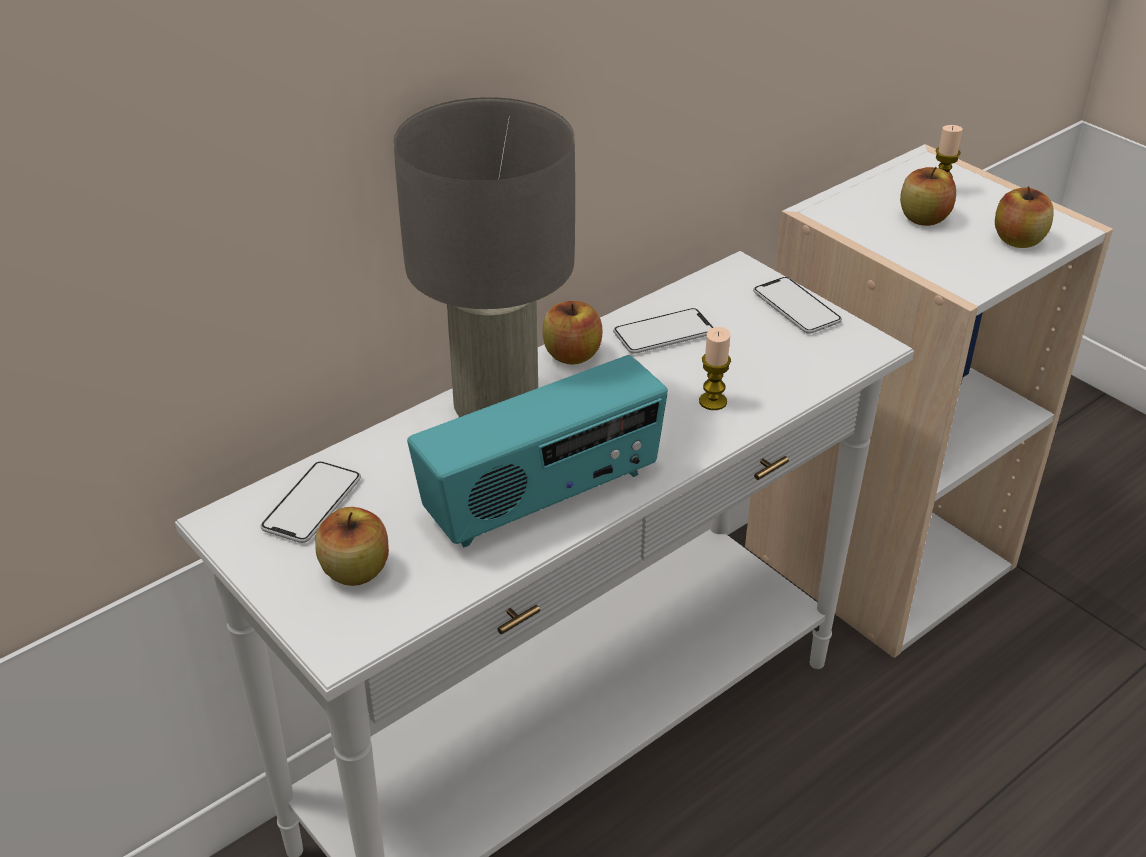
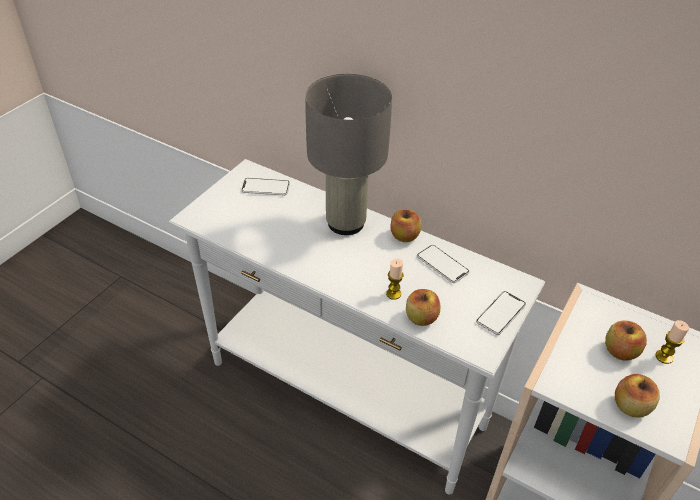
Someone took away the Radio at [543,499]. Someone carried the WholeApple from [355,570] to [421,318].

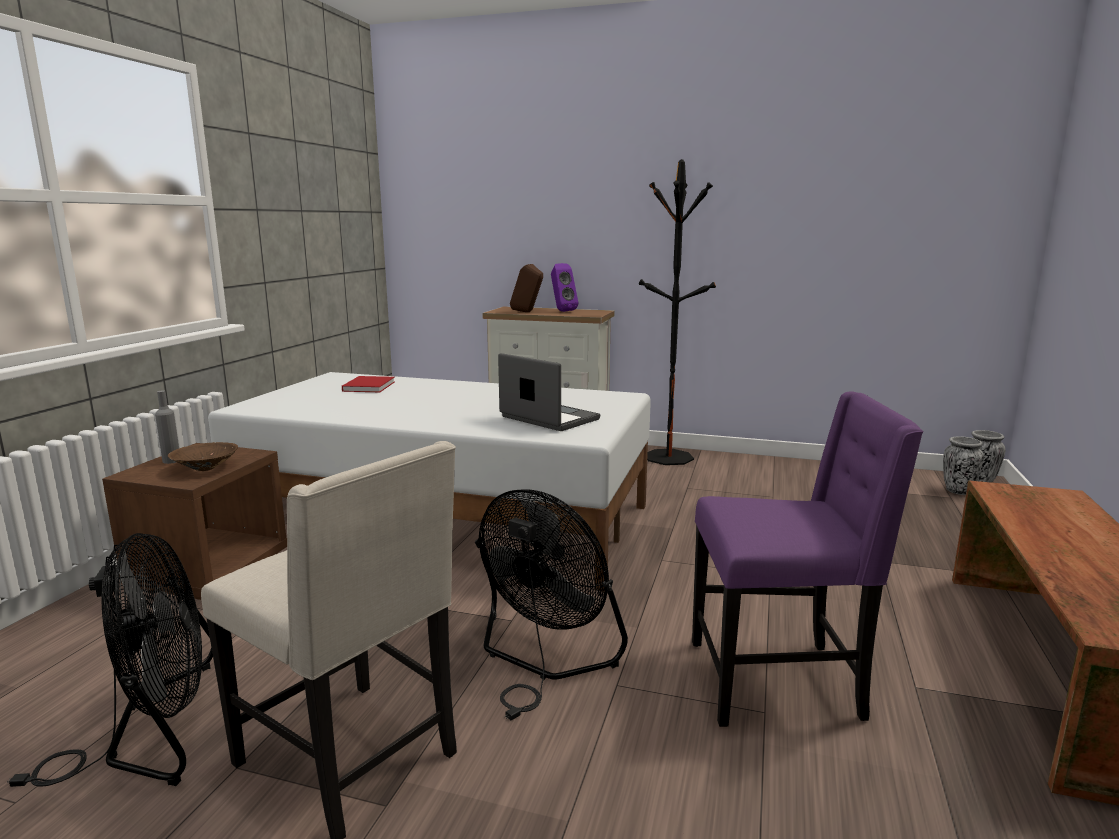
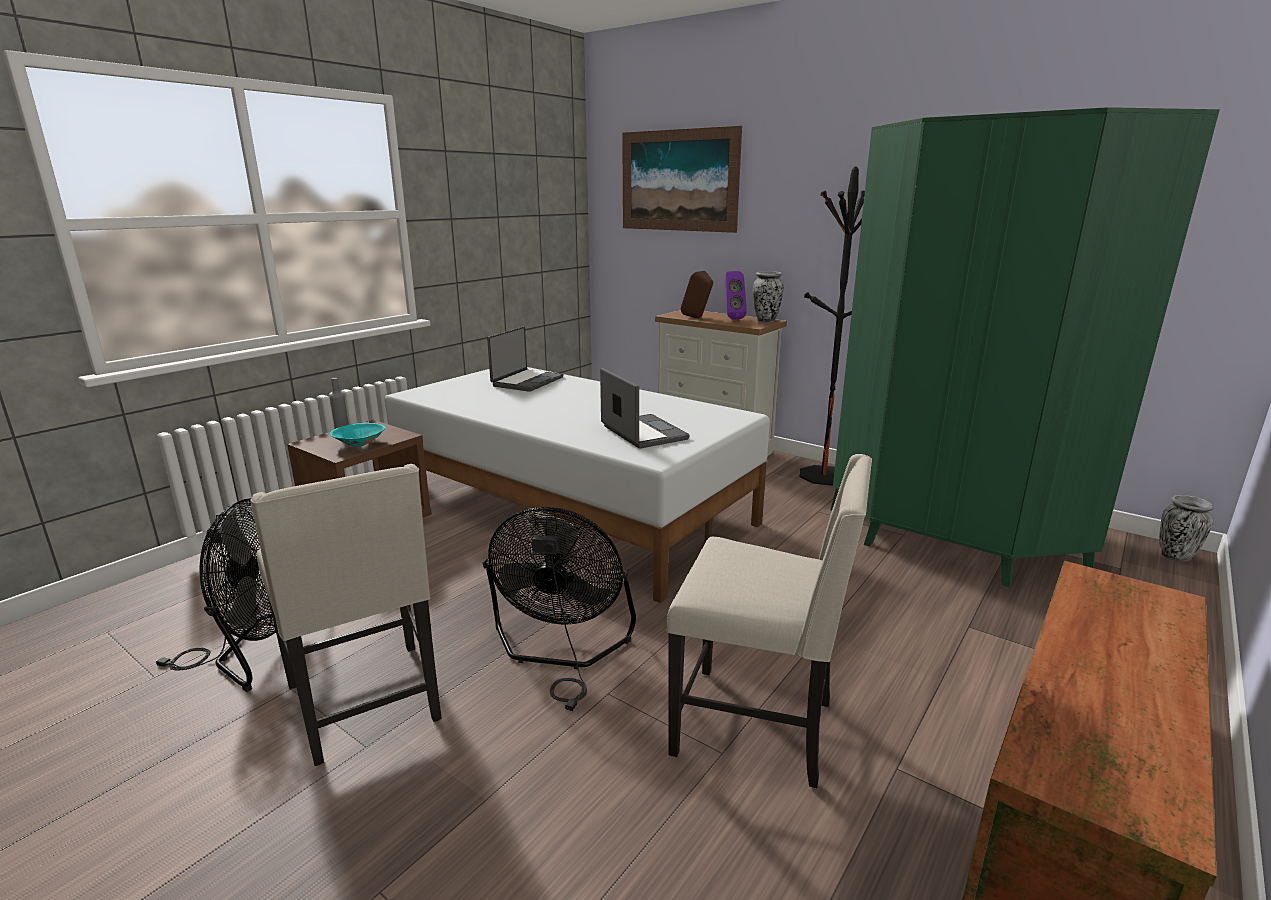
Someone put up the WallPicture at [678,181]. Someone put down the GreenWardrobe at [952,536]. Someone carried the FlowerVase from [958,491] to [766,321]. Someone swapped the ReddishVolume at [369,386] for the Laptop at [526,381]. Someone repainted the BrownColouredServingBowl at [206,468], which became the TurquoiseColouredServingBowl at [360,444]. Someone repainted the PurpleColouredUprightChair at [778,681], which became the SandColouredUprightChair at [758,727]. Someone rotated the BlackColouredFan at [536,657] by 45 degrees counterclockwise.

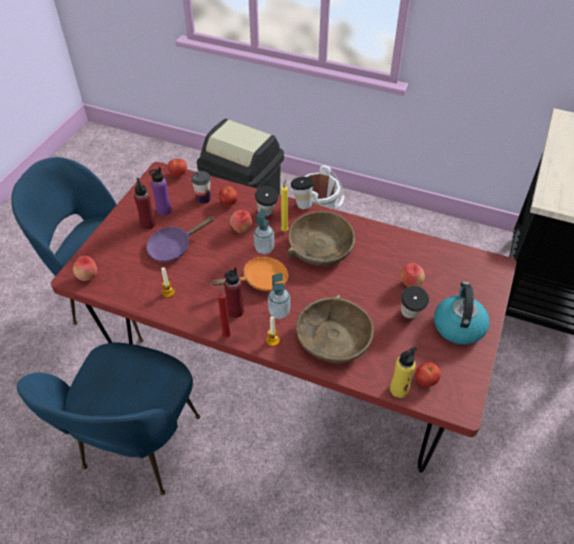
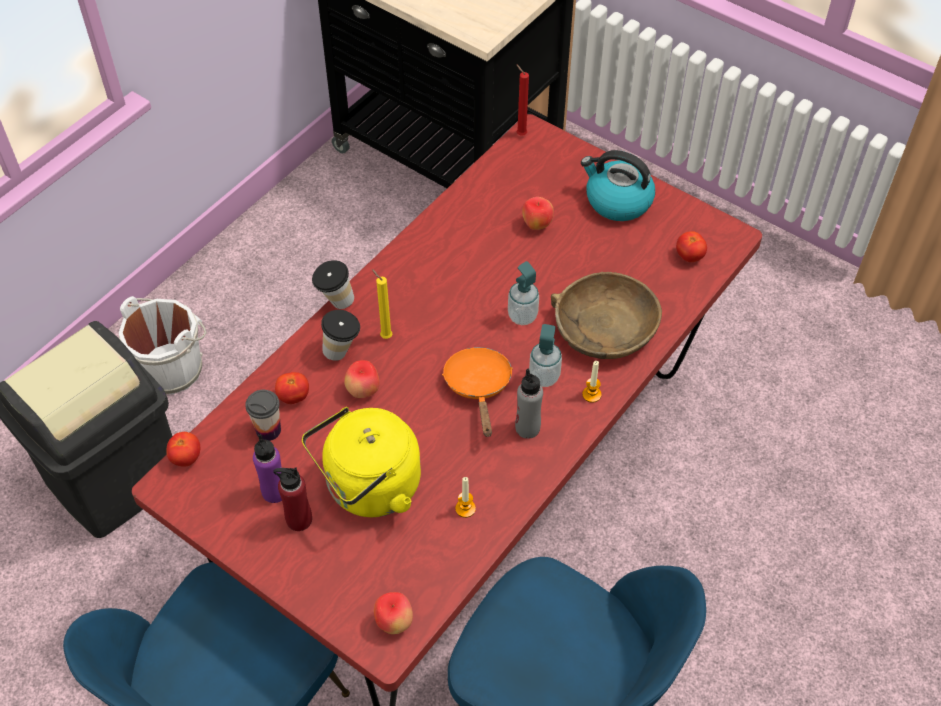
Someone took away the BrownColouredServingBowl at [320,248]. Someone took away the YellowishDrinkBottle at [399,390]. Someone took away the SmallCup at [410,316]. Someone carried the ReddishWaxCandle from [227,335] to [520,134]. Someone carried the SoapDispenser from [264,248] to [522,316]. Someone swapped the PurpleColouredSkillet at [174,247] for the YellowishWaterKettle at [369,488]. Someone repainted the ReddishDrinkBottle at [235,311], which became the GreyDrinkBottle at [527,428].

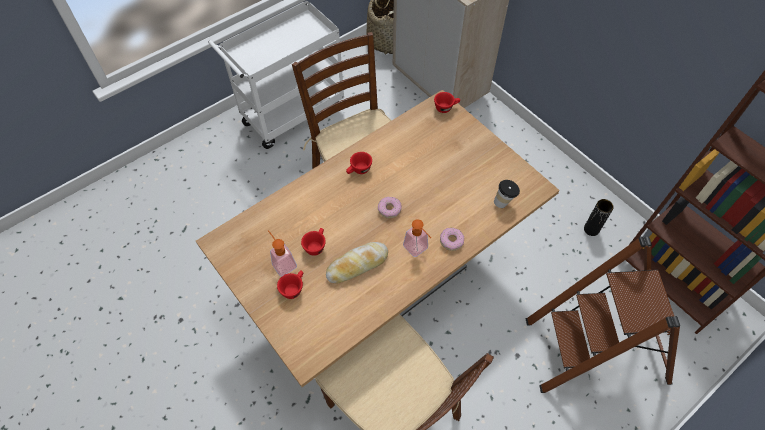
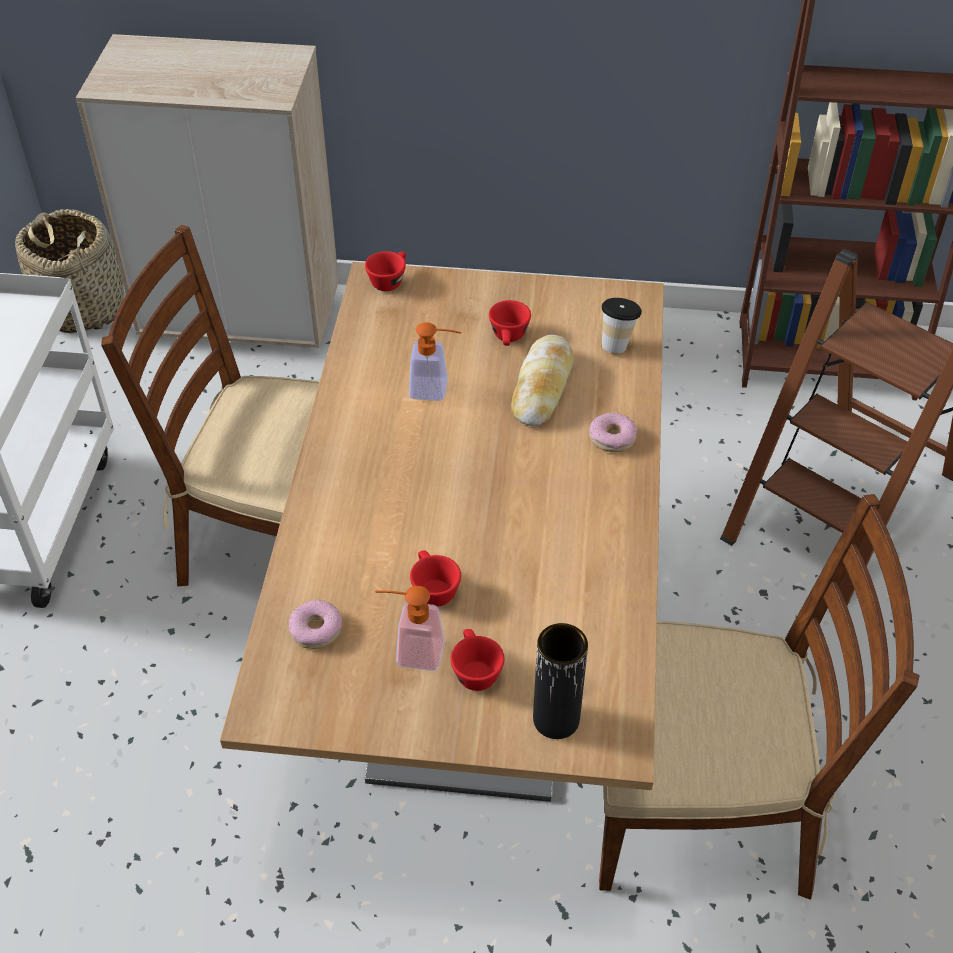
Someone carried the Bread from [357,265] to [542,387]. Someone carried the ReddishSmallCup from [359,170] to [509,338]. Someone carried the Donut from [389,209] to [316,629]. Someone carried the SoapDispenser from [418,250] to [436,390]. Someone carried the BlackColouredFlowerVase from [591,229] to [556,719].

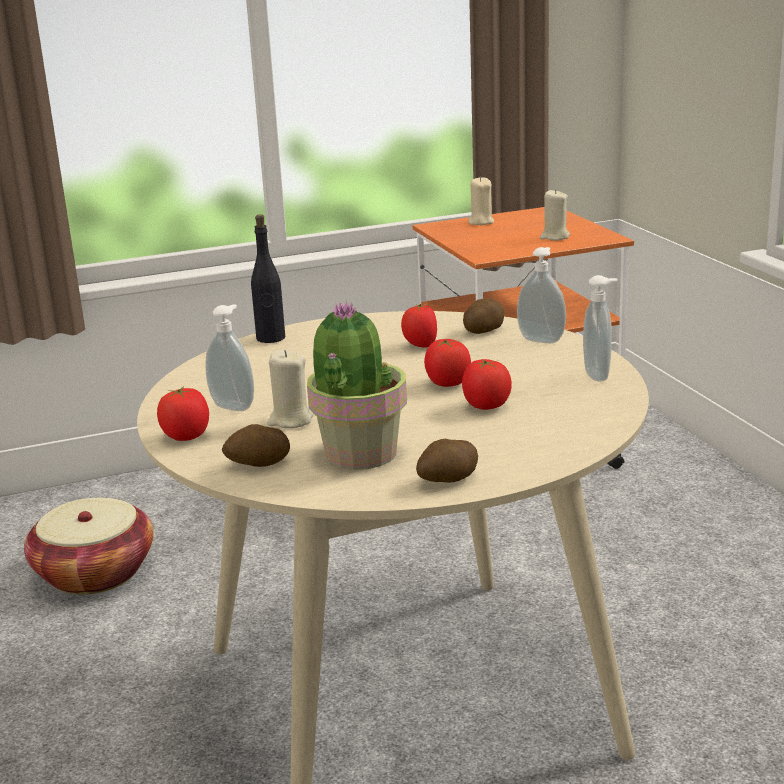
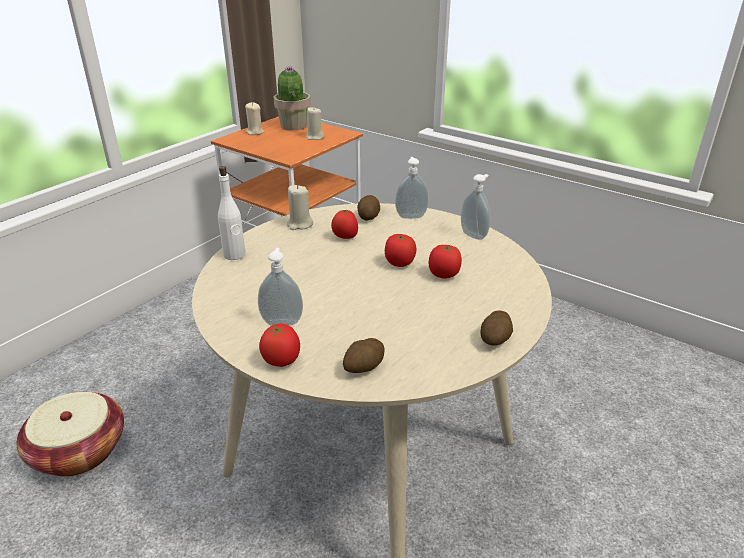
Someone carried the SandColouredWaxCandle from [290,420] to [299,224]. Someone carried the PlantInAPot from [359,454] to [293,126]. Someone repainted the BlackColouredDrinkBottle at [270,338], which became the WhiteDrinkBottle at [234,255].

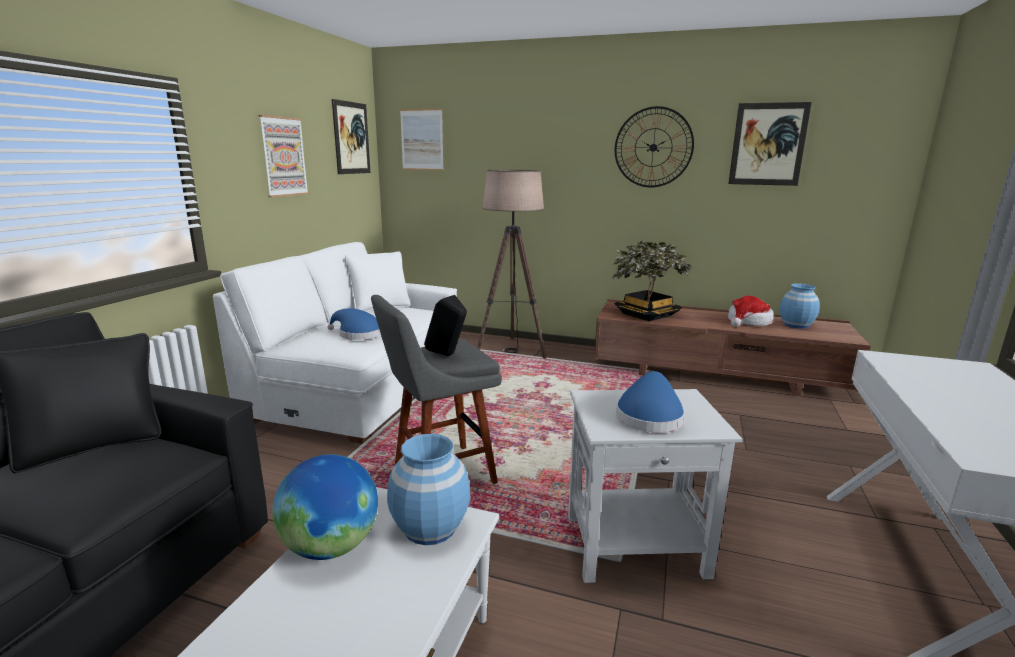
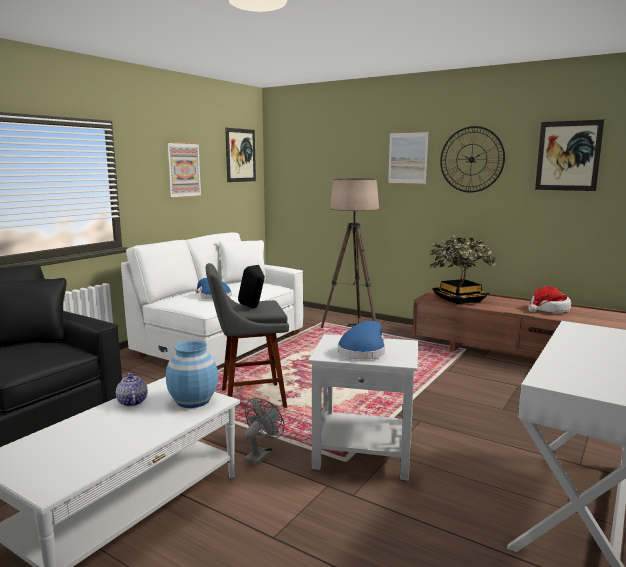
Someone took away the BluishFlowerVase at [796,325]. Someone put down the GreyFan at [261,455]. Someone carried the WallPicture from [422,140] to [407,158]. Someone swapped the WorldGlobe at [330,547] for the Teapot at [132,402].

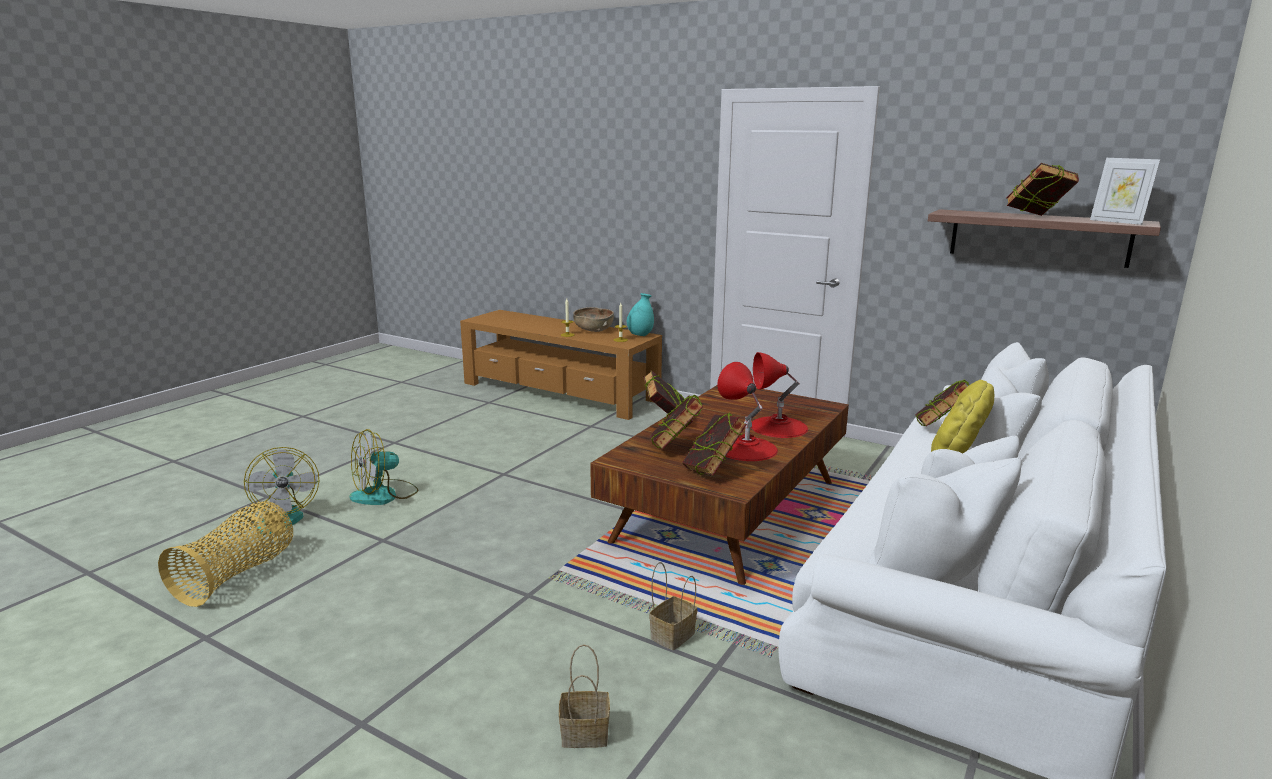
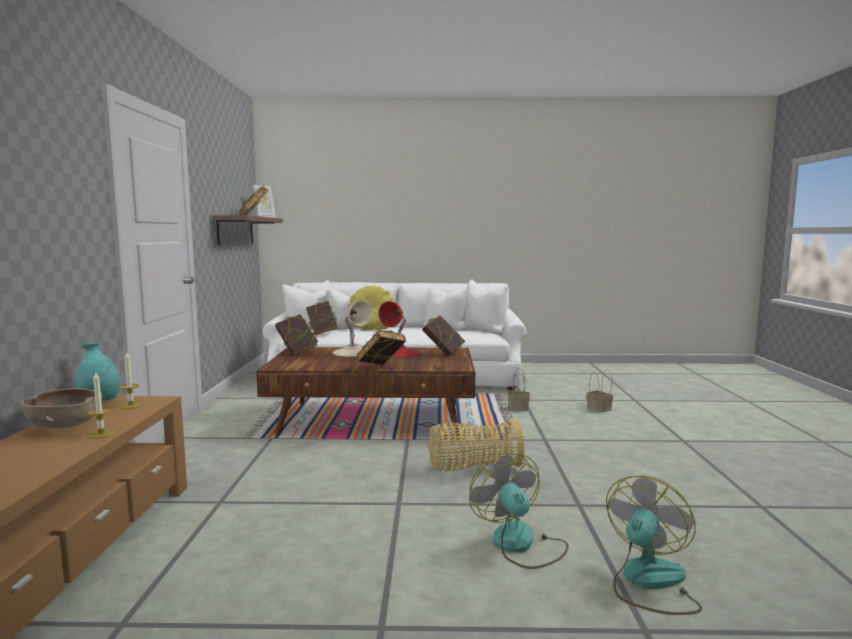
Someone carried the StorageBasket from [237,575] to [473,468]. Someone carried the Volume from [675,448] to [297,352]. Someone repainted the ReddishTabletopLamp at [778,427], which became the SandColouredTabletopLamp at [352,352]. Someone rotated the Fan at [384,495] by 135 degrees counterclockwise.

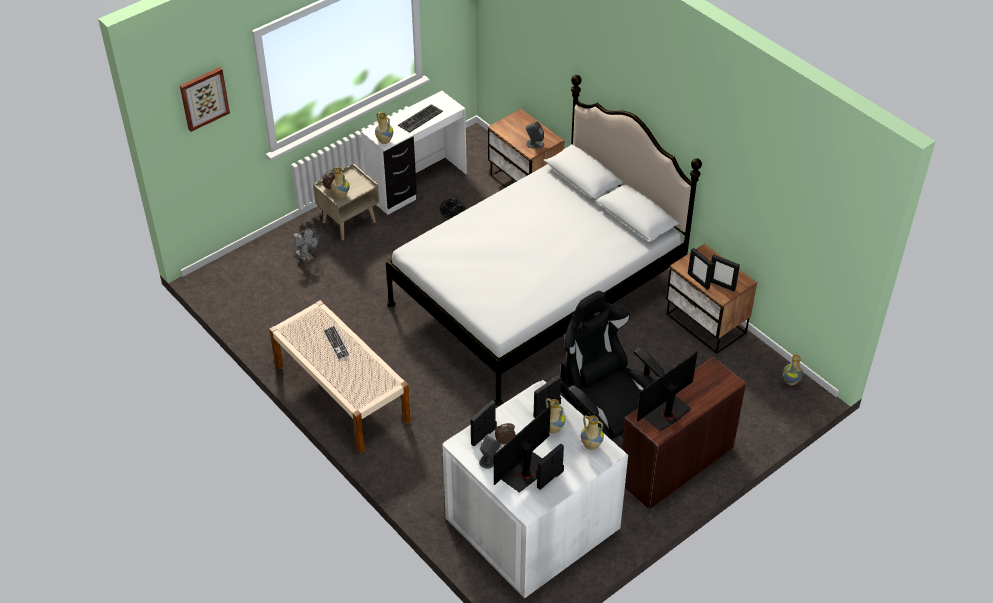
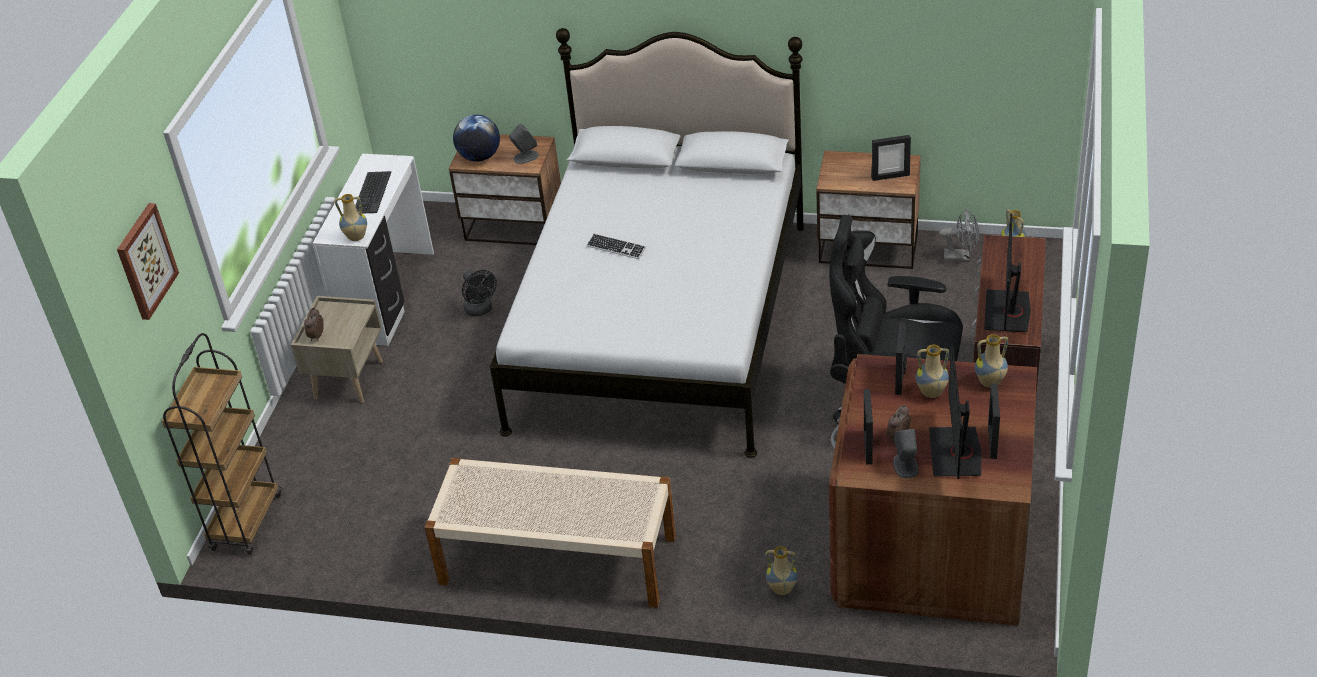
Someone took away the StandingFrame at [699,280]. Someone put down the BrownColouredTrolley at [246,523]. Someone put down the WorldGlobe at [480,157]. Someone carried the GreyFan from [306,257] to [961,256]. Someone carried the ComputerKeyboard from [336,344] to [616,247]. Someone carried the FlowerVase from [340,195] to [781,590]. Someone repainted the WhiteChestOfDrawers at [531,522], which became the BrownColouredChestOfDrawers at [931,546].

